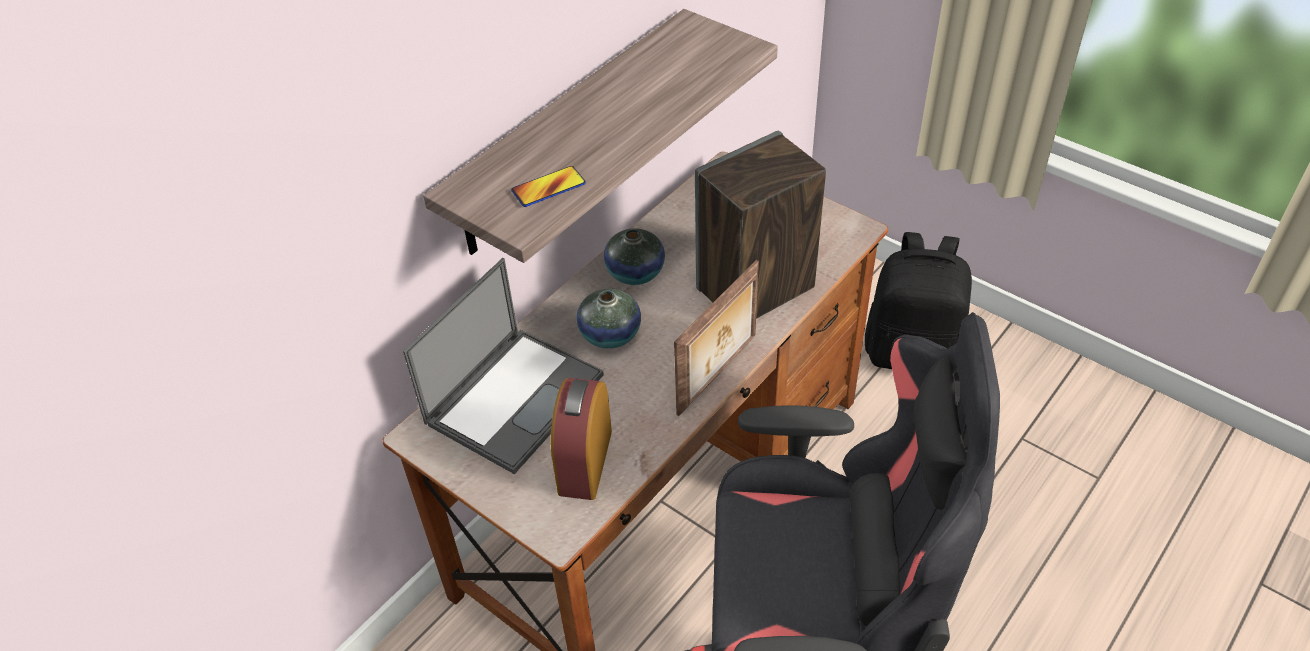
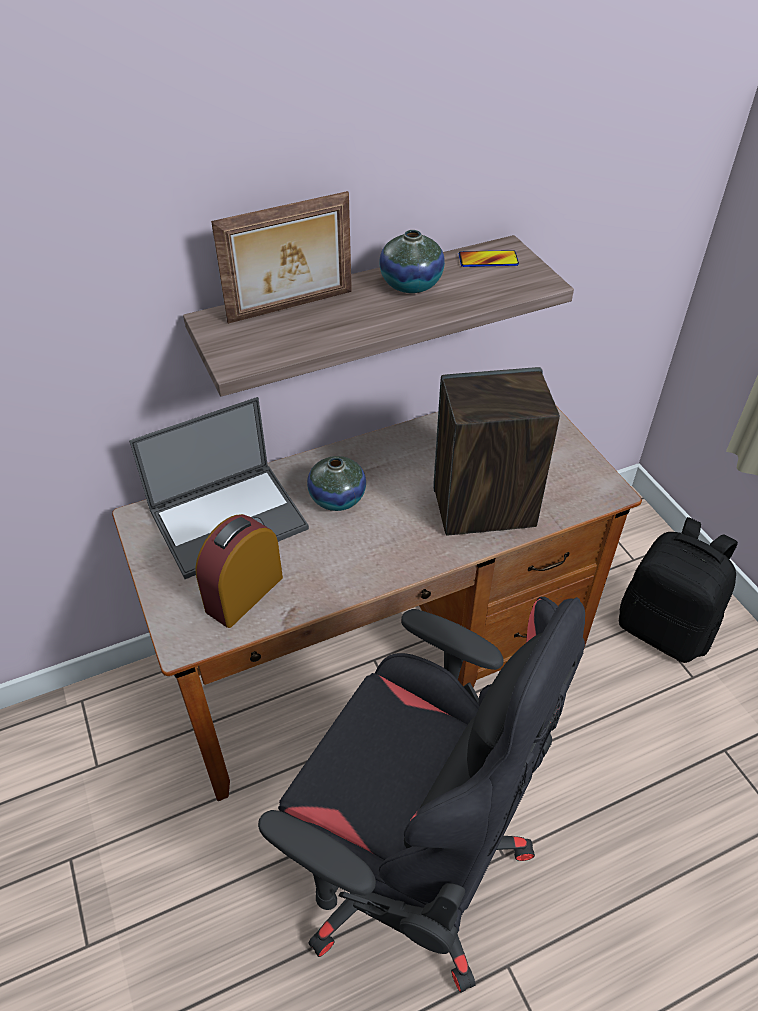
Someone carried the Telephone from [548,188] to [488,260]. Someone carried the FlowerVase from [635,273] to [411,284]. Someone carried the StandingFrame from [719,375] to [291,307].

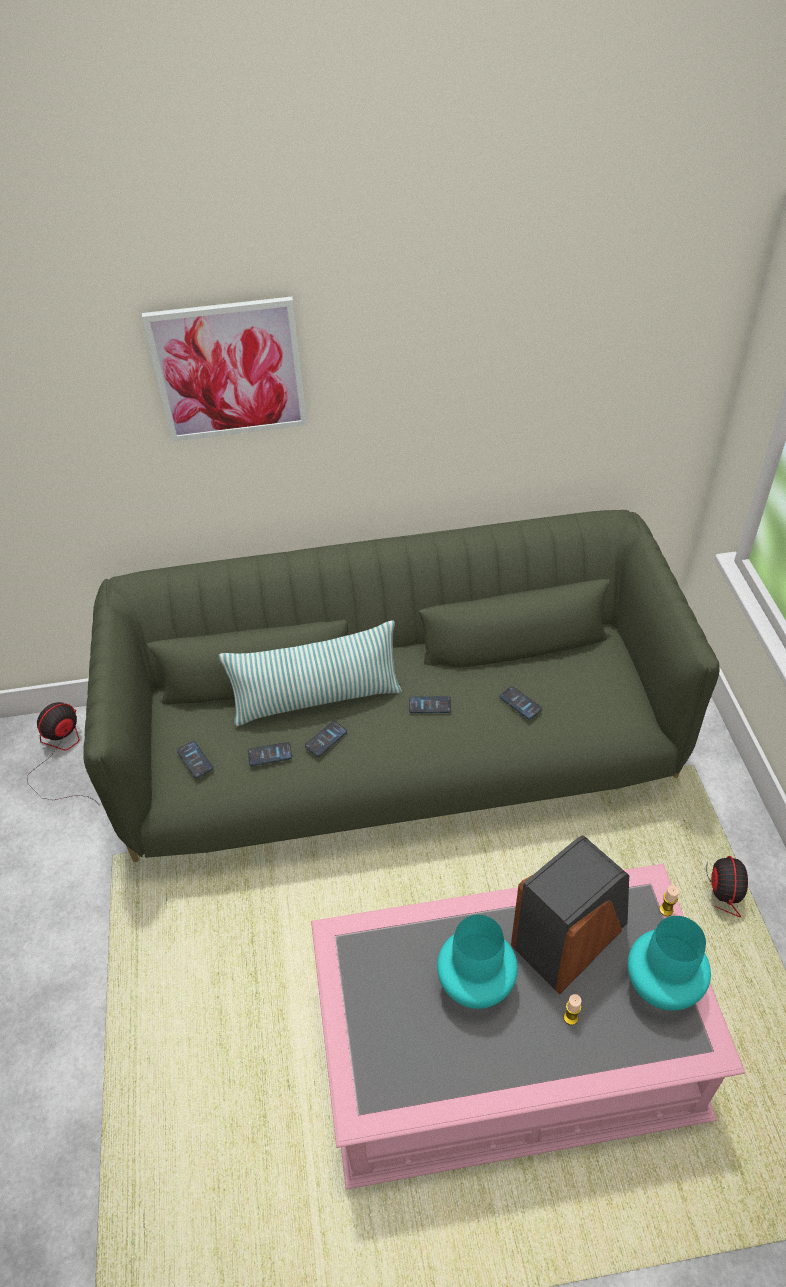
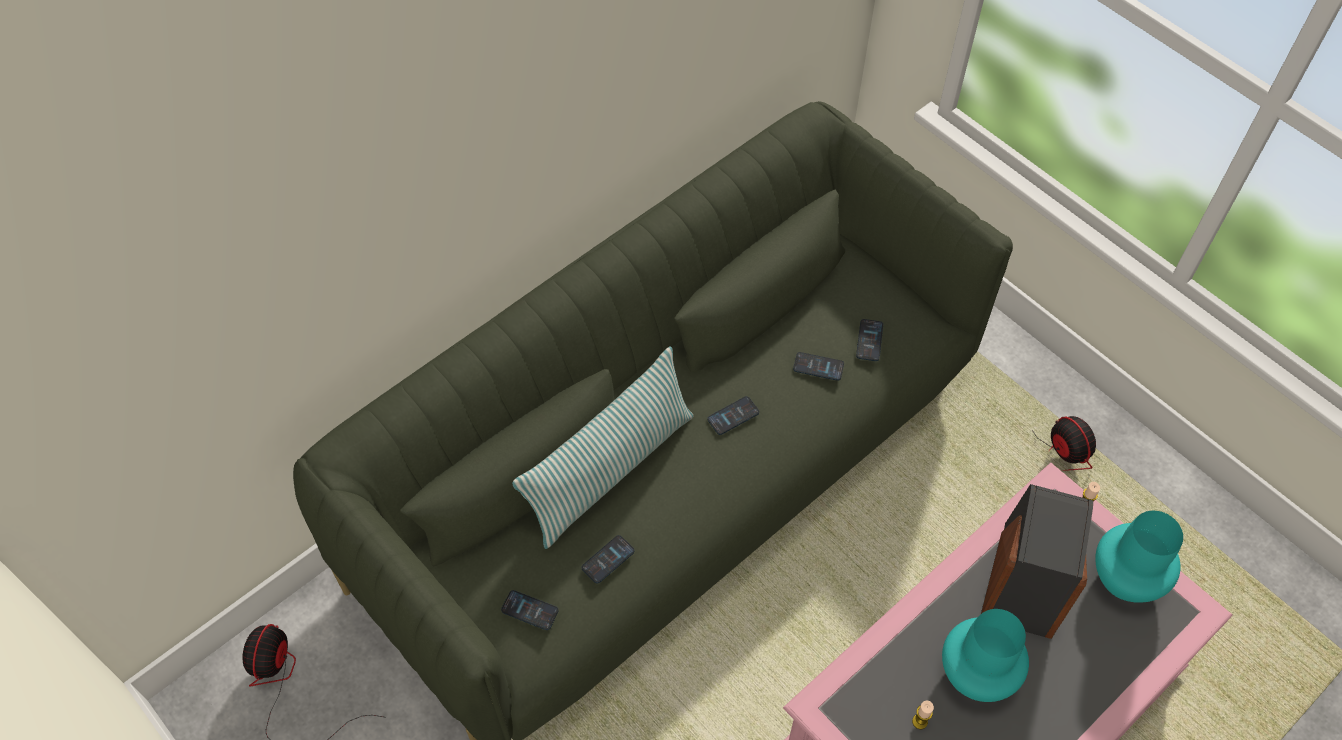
Someone took away the WallPicture at [229,370]. Someone carried the Telephone from [326,739] to [869,340]. Someone carried the WaxCandle from [570,1017] to [919,721].

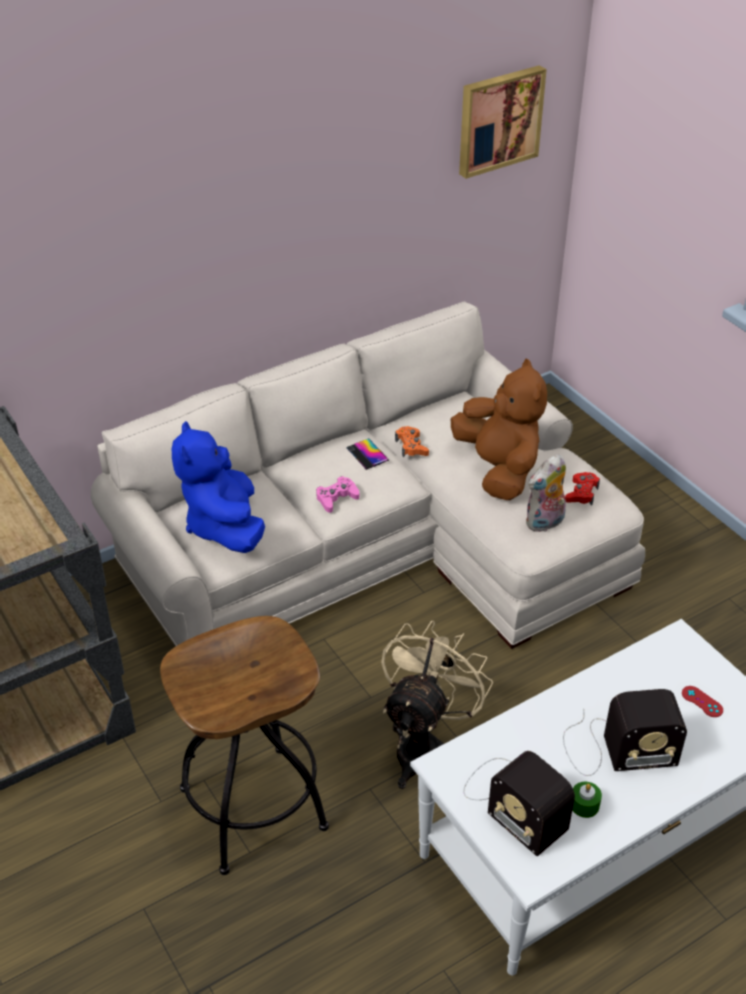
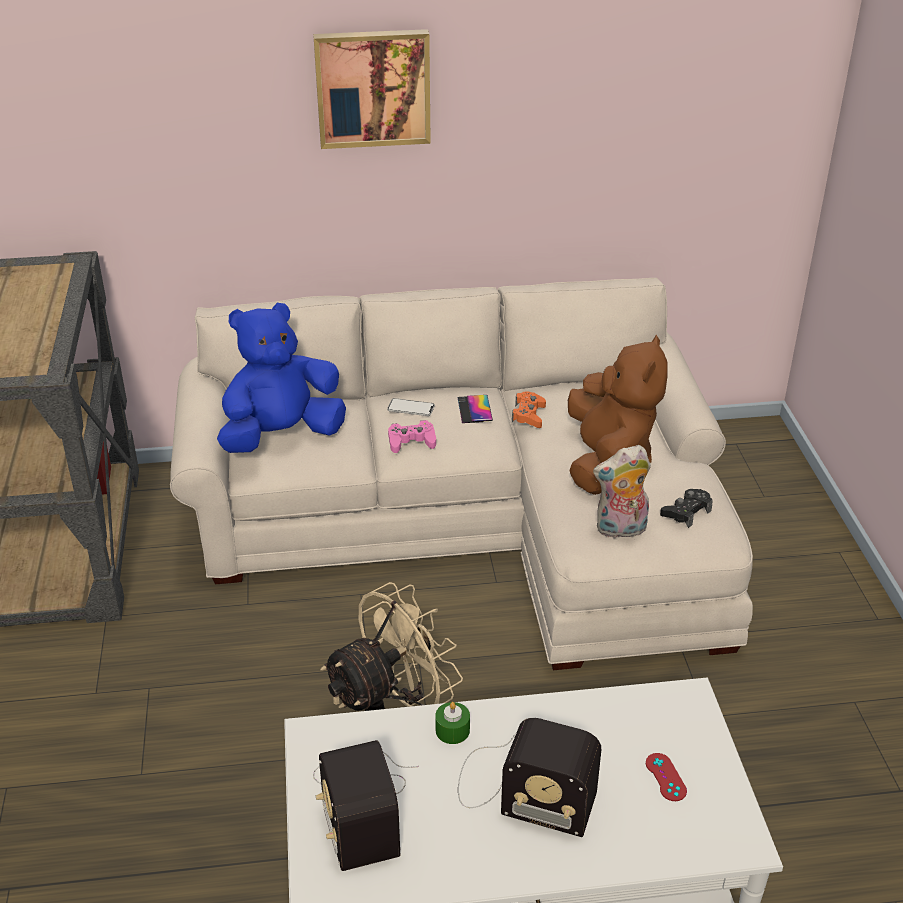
Someone took away the BrownColouredSittingStool at [254,807]. Someone put down the Telephone at [411,408]. Someone carried the WallPicture from [498,120] to [372,87]. Someone carried the GreenWaxCandle from [584,805] to [452,730]. Someone repainted the ReddishJoypad at [582,493], which became the BlackColouredJoypad at [686,512]. Someone rotated the BluishSoftToy at [224,526] by 45 degrees clockwise.

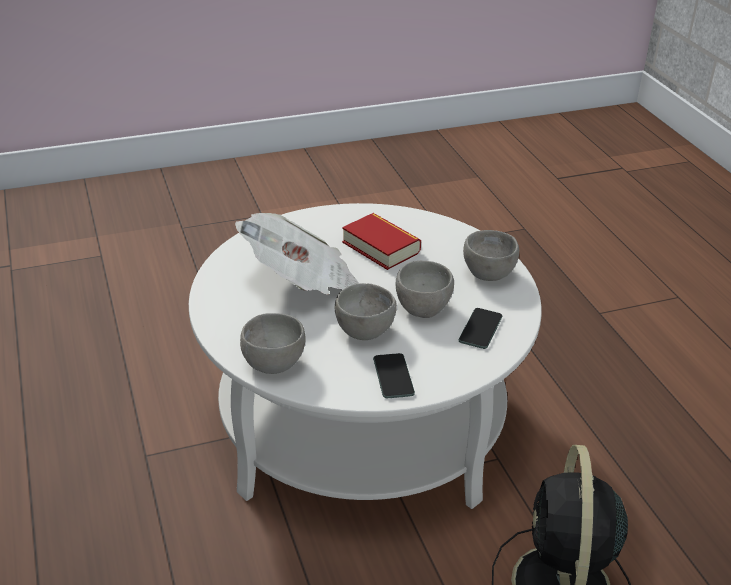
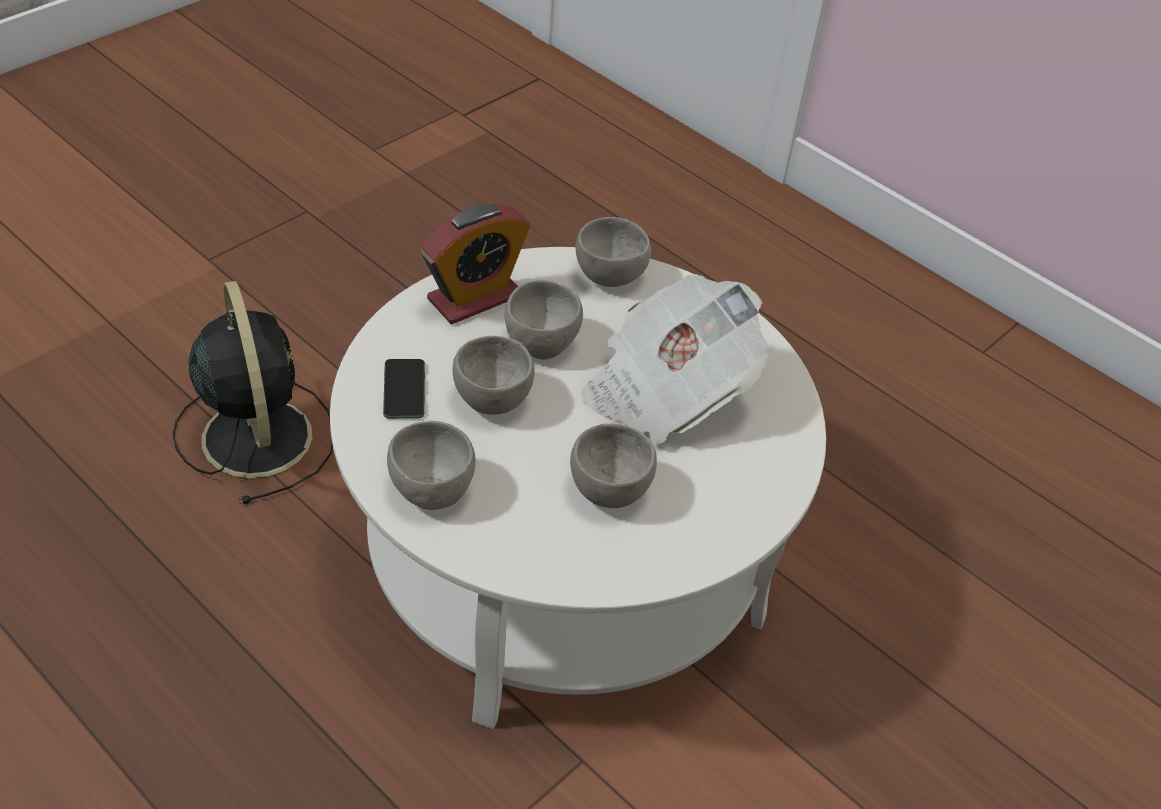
Someone swapped the Volume at [381,247] for the GreyServingBowl at [612,489]. Someone swapped the Telephone at [393,376] for the TableClock at [474,298].

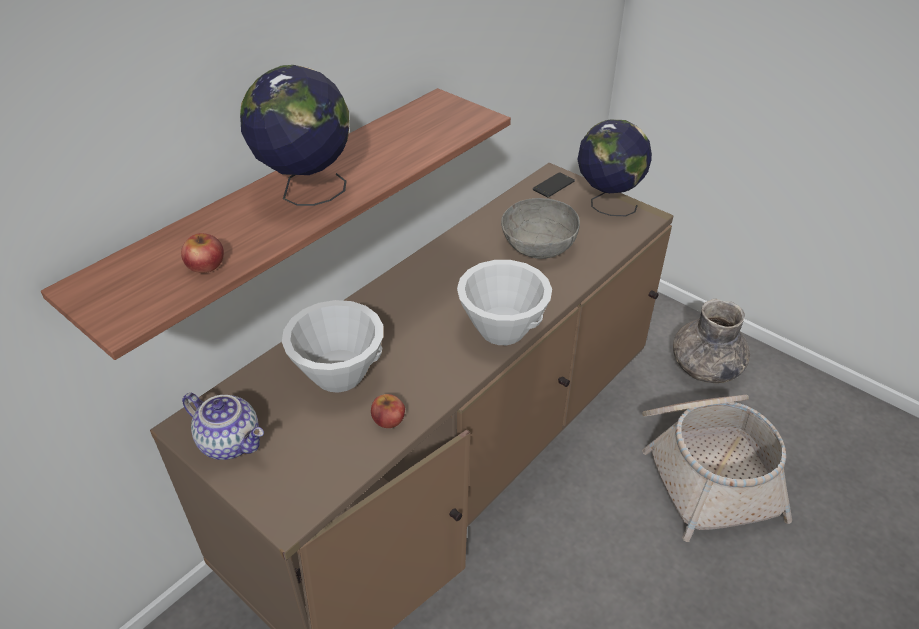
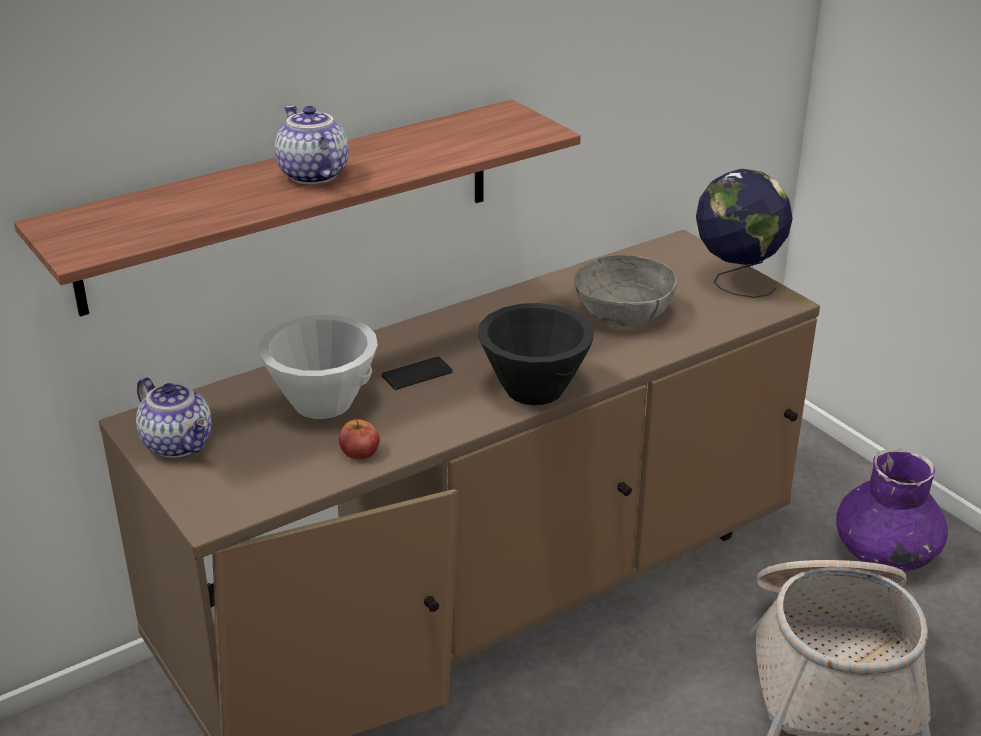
Someone took away the WholeApple at [205,264]. Someone carried the Telephone from [553,185] to [417,374]. Someone swapped the WorldGlobe at [306,192] for the Teapot at [311,175]. Someone repainted the WhiteServingBowl at [502,329], which became the BlackColouredServingBowl at [535,389]. Someone repainted the GreyFlowerVase at [705,367], which became the PurpleColouredFlowerVase at [884,552].

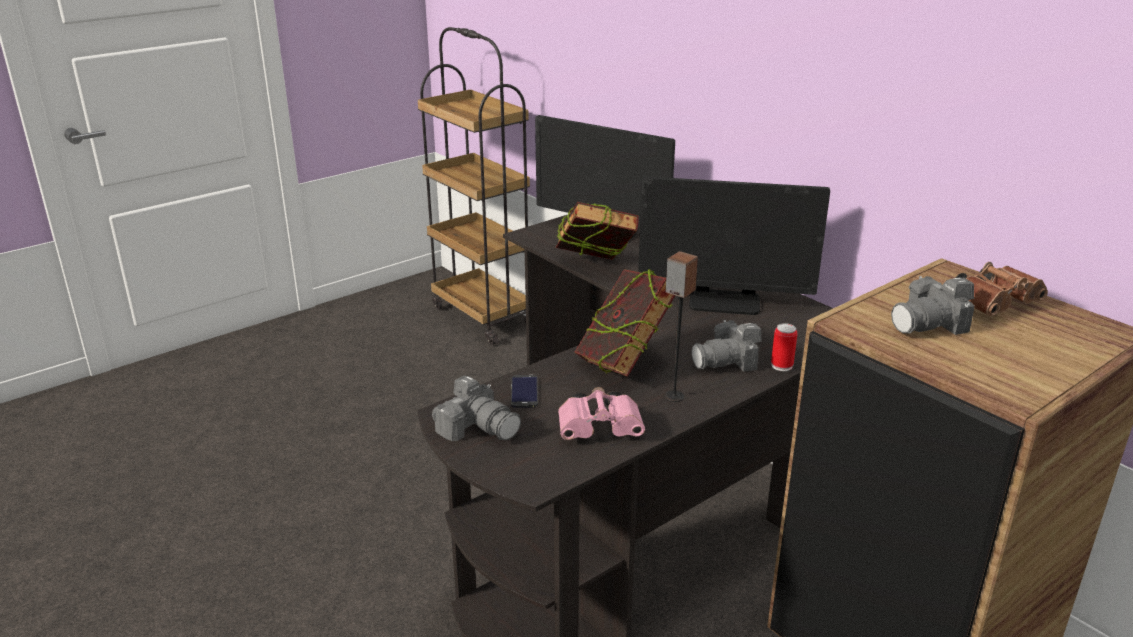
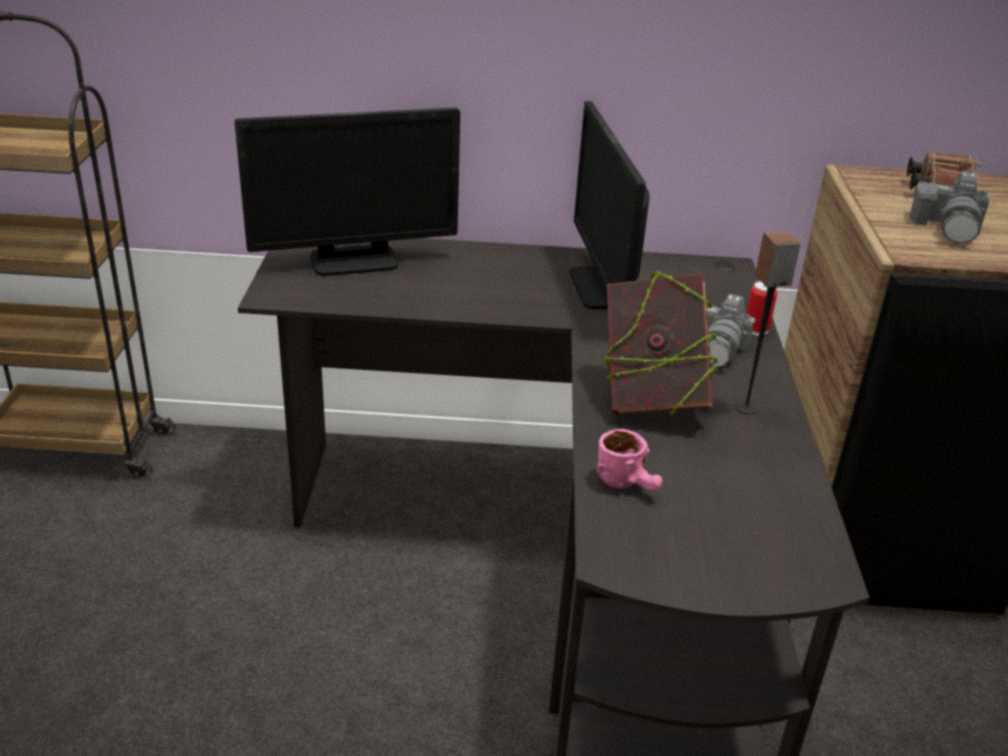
Someone took away the StillCamera at [478,427]. Someone took away the Volume at [595,270]. Someone took away the PinkColouredFieldGlasses at [602,430]. Someone swapped the Telephone at [524,392] for the PinkColouredTeaMug at [630,484]. Someone rotated the ComputerScreen at [724,302] by 120 degrees clockwise.

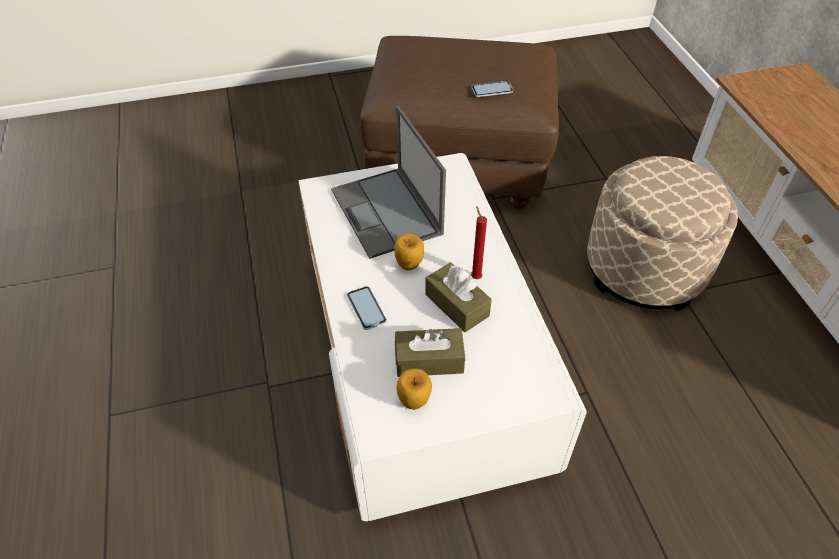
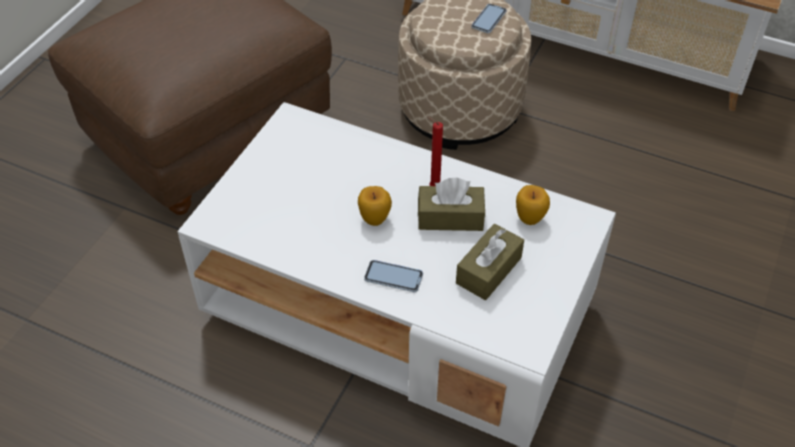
Someone took away the Laptop at [387,213]. Someone carried the WholeApple from [414,401] to [530,218]. Someone carried the Telephone from [492,90] to [488,19].

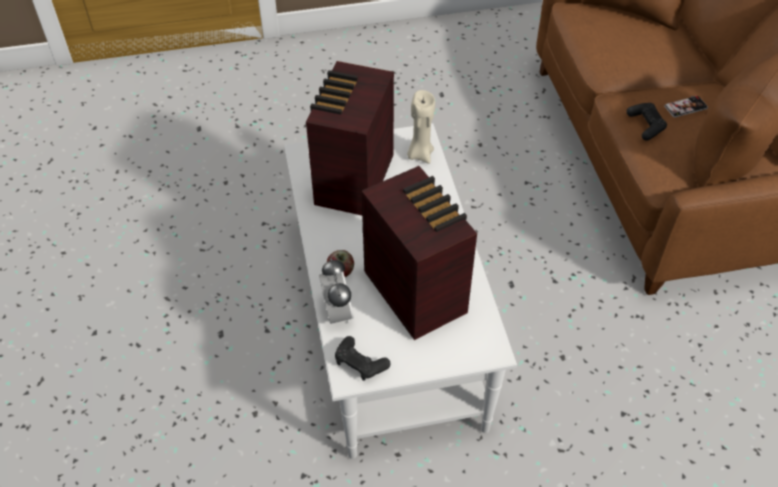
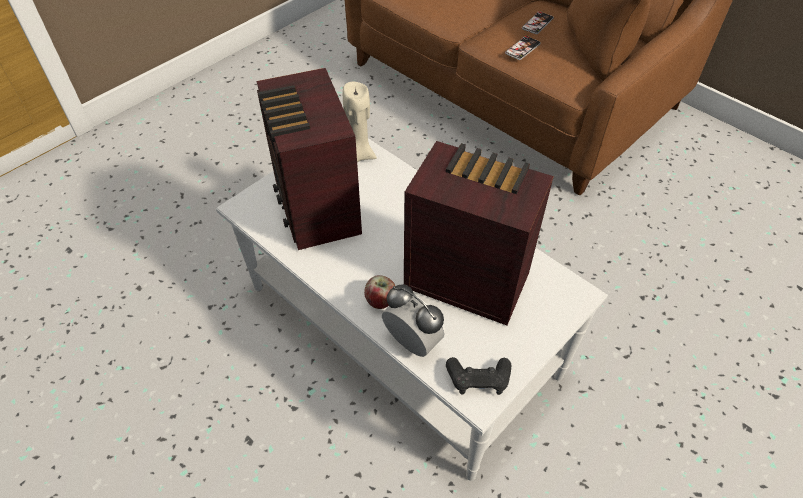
Someone swapped the BlackColouredJoypad at [645,125] for the Telephone at [522,48].

